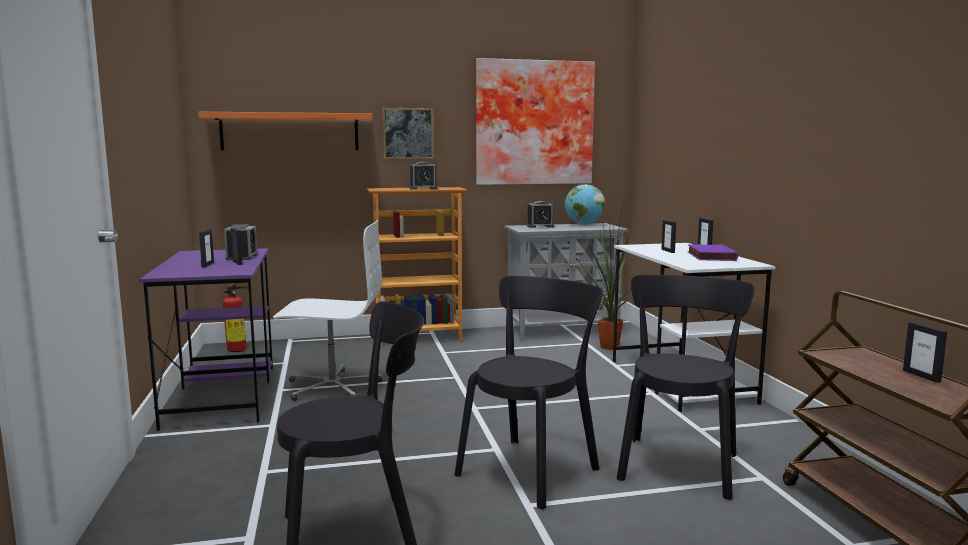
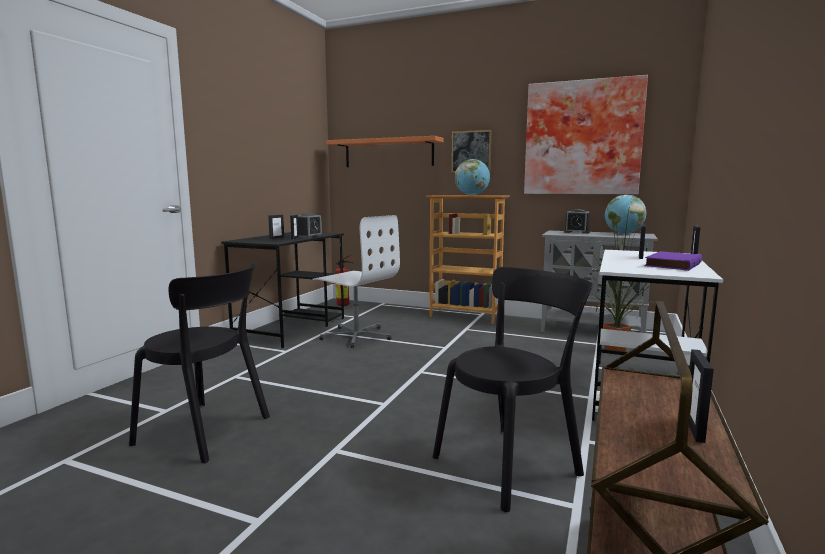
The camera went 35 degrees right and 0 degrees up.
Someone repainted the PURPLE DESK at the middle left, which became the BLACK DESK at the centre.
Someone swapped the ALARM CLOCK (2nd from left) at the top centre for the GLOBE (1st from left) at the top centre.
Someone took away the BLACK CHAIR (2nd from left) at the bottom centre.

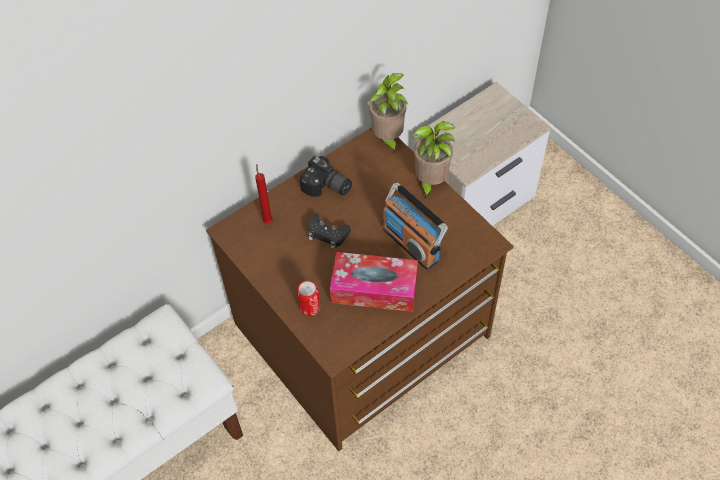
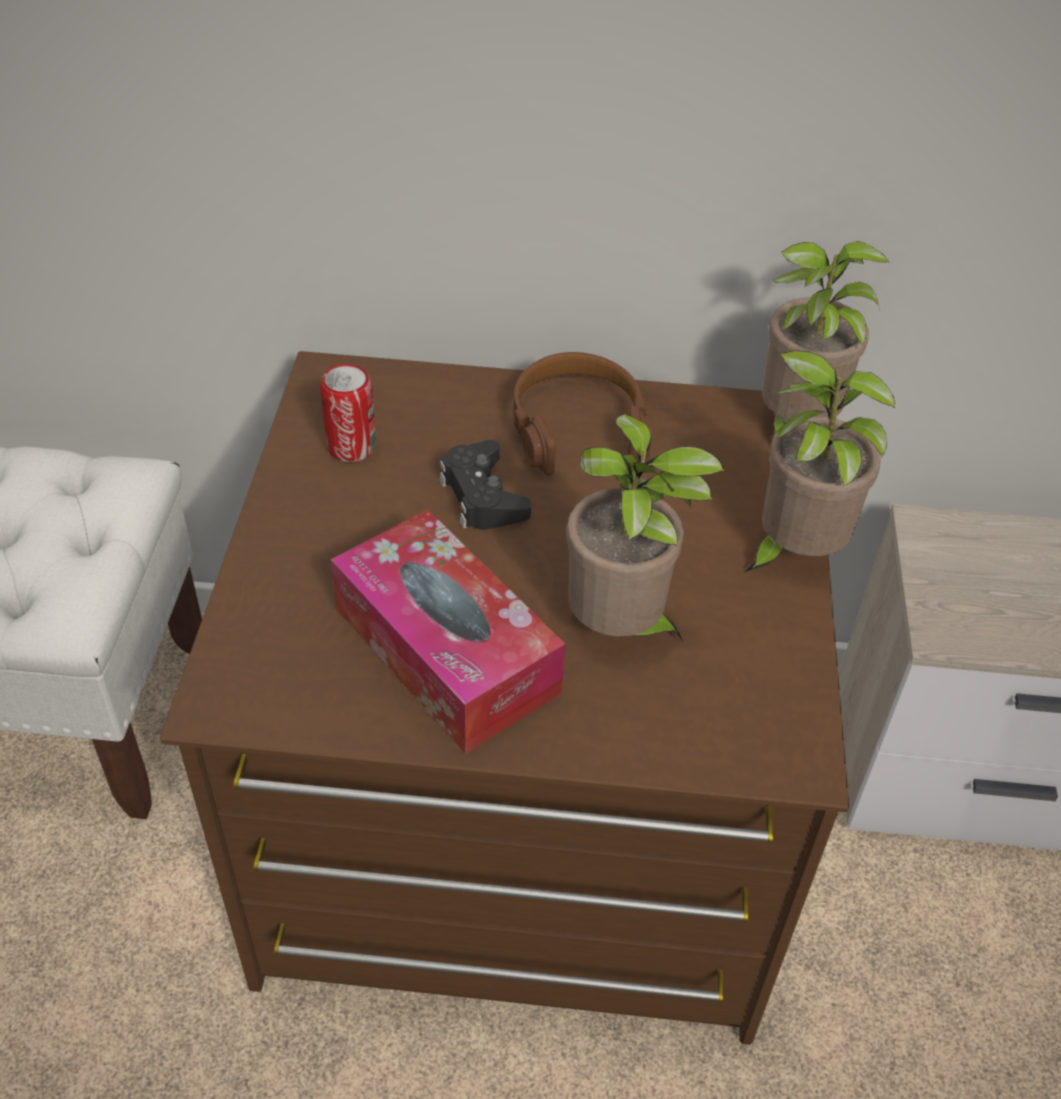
The camera went 40 degrees right and 10 degrees down.
Someone took away the RED CANDLE at the centre.
Someone carried the CAN from the centre to the middle left.
Someone swapped the PHOTO CAMERA at the centre for the BROWN HEADPHONES at the centre.
Someone swapped the RADIO at the centre for the POTTED PLANT (1st from left) at the centre.

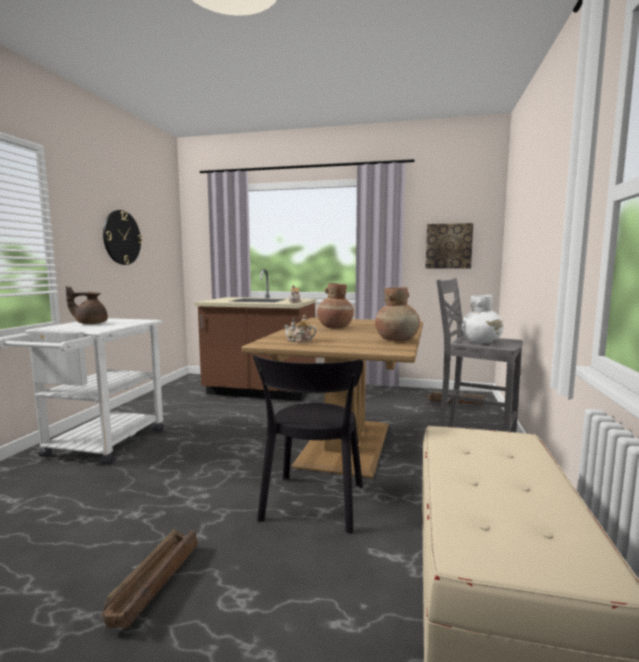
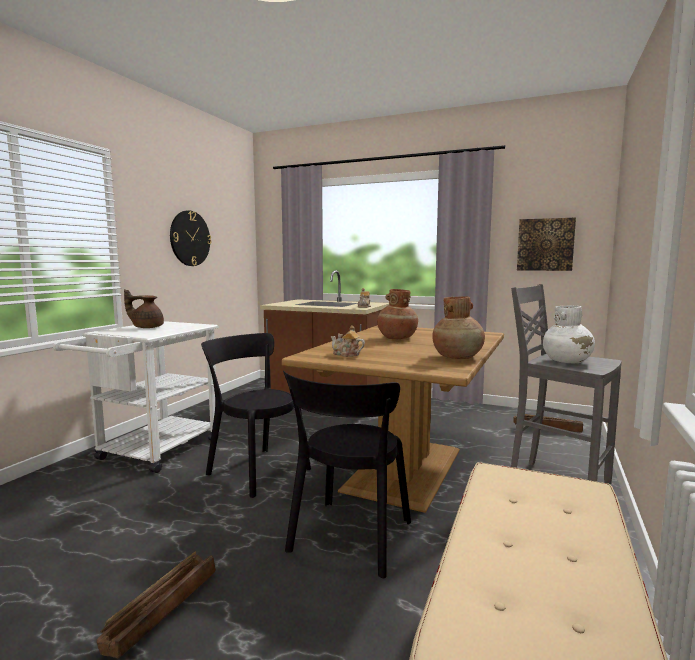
The camera went 10 degrees right and 0 degrees up.
Someone put down the BLACK CHAIR (1st from left) at the centre.

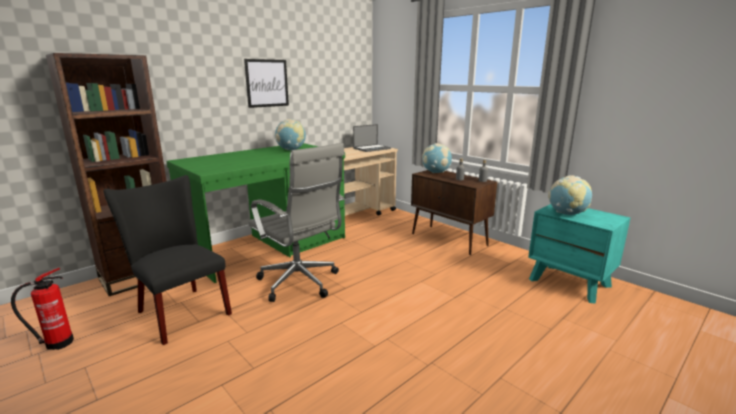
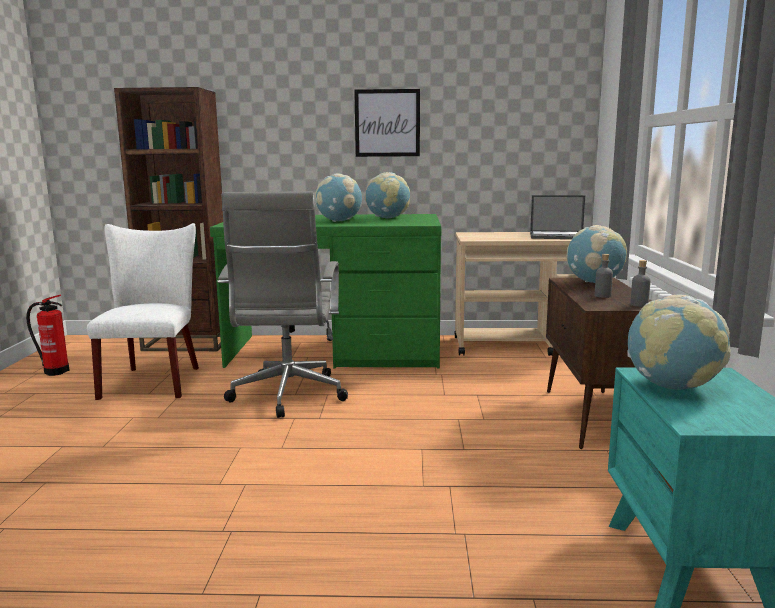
The camera went 45 degrees right and 5 degrees down.
Someone repainted the BLACK CHAIR at the middle left, which became the WHITE CHAIR at the middle left.
Someone put down the GLOBE (1st from left) at the top centre.

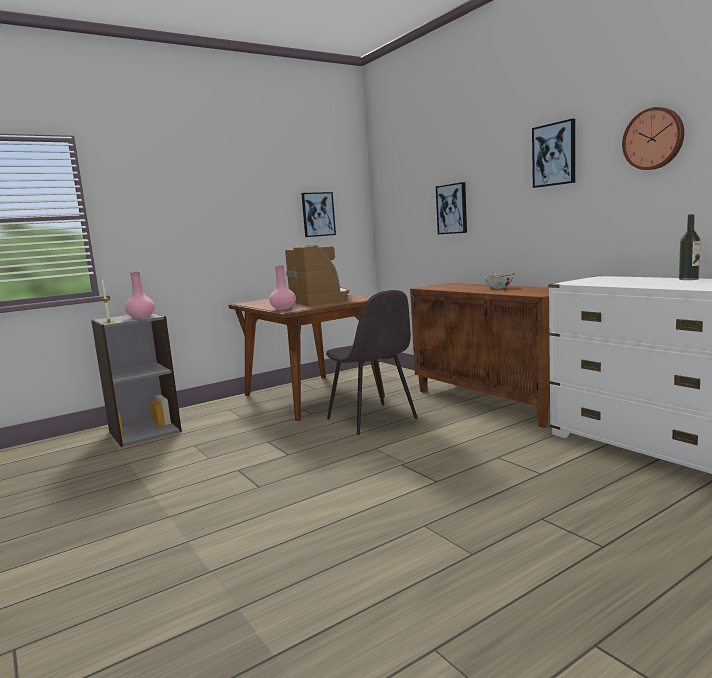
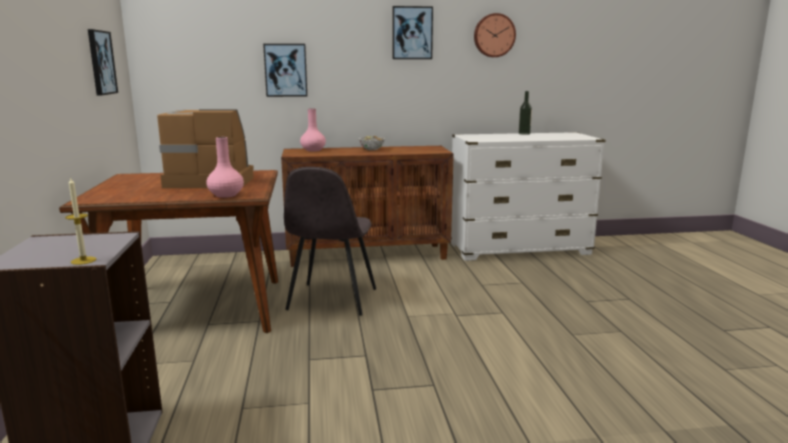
The camera went 65 degrees left and 5 degrees up.
Someone carried the PINK VASE (1st from left in the first image) from the middle left to the top centre.
Someone rotated the GREY CHAIR at the centre by 105 degrees clockwise.

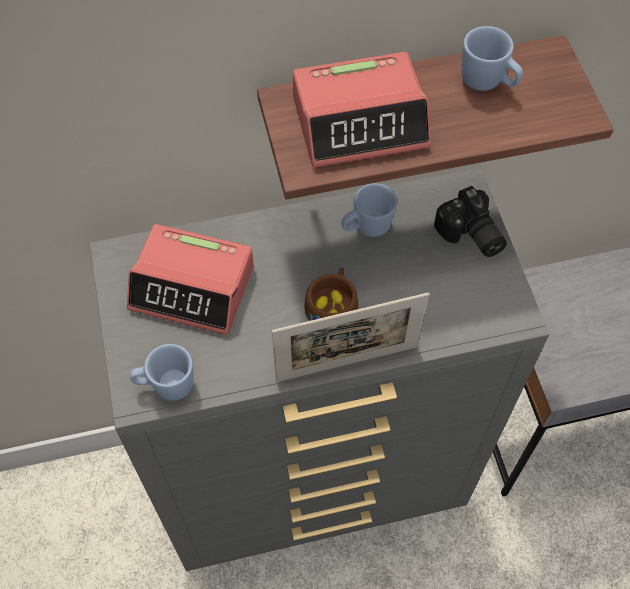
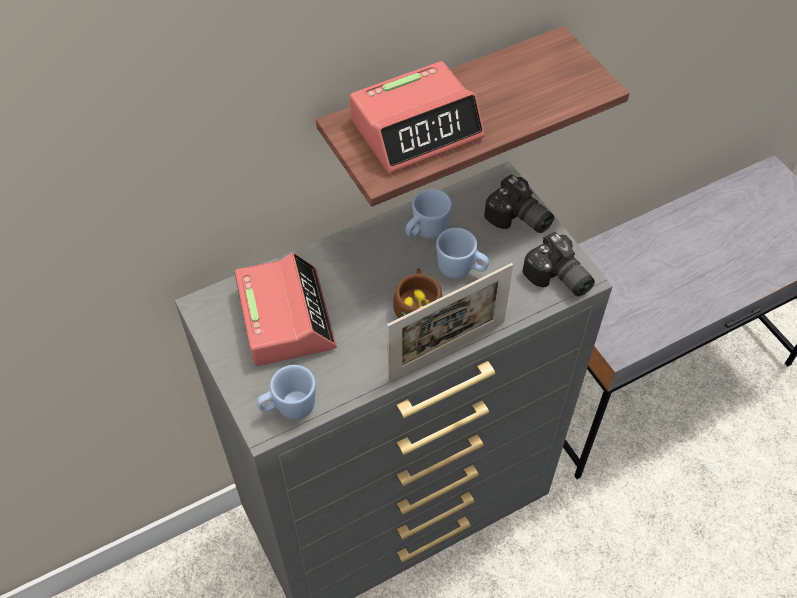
The camera went 15 degrees left and 5 degrees down.
Someone rotated the ALARM CLOCK (1st from left) at the middle left by 105 degrees counterclockwise.
Someone carried the BLUE MUG (3rd from left) from the top right to the centre.
Someone put down the PHOTO CAMERA (2nd from left) at the middle right.

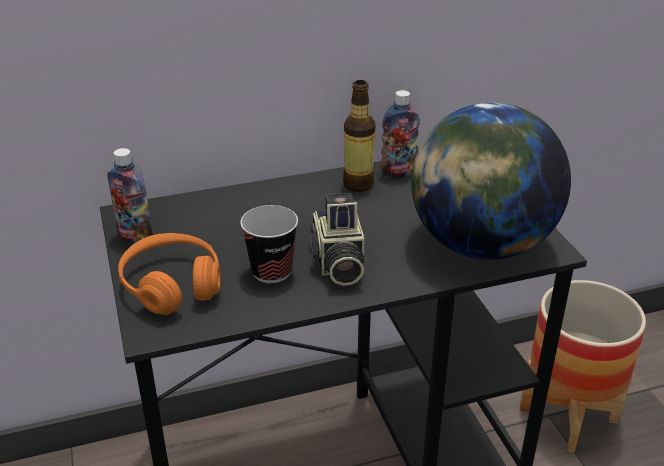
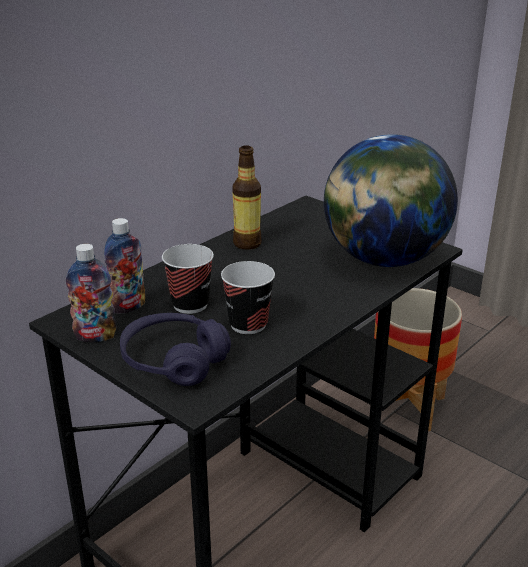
The camera went 30 degrees left and 5 degrees down.
Someone repainted the ORANGE HEADPHONES at the middle left, which became the PURPLE HEADPHONES at the middle left.
Someone took away the PHOTO CAMERA at the centre.
Someone carried the BOTTLE (3rd from left in the first image) from the top centre to the middle left.
Someone put down the CUP (1st from left) at the centre.

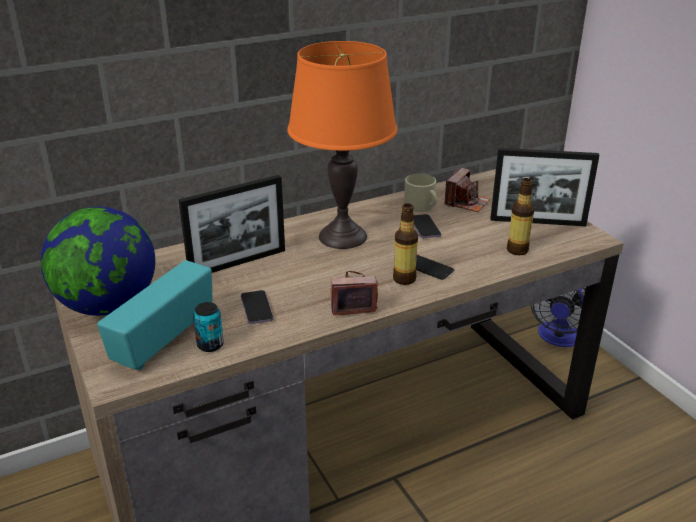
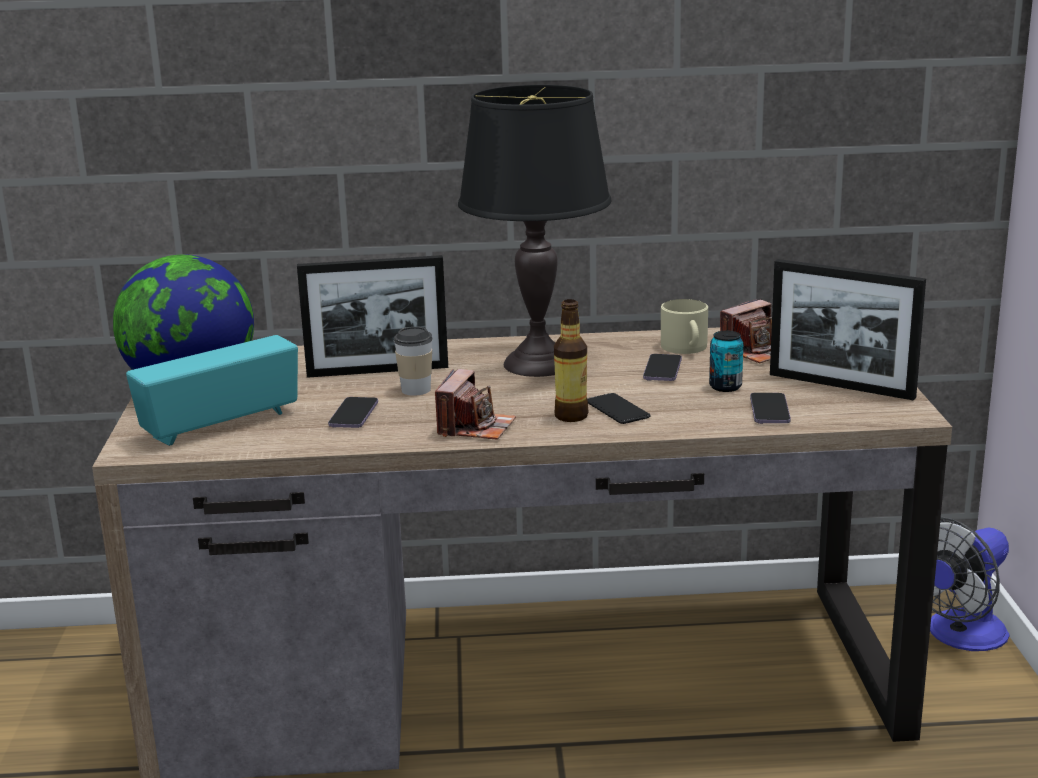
The camera went 25 degrees right and 10 degrees down.
Someone carried the CAN from the middle left to the middle right.
Someone repainted the ORANGE TABLE LAMP at the top centre, which became the BLACK TABLE LAMP at the top centre.
Someone rotated the PHOTO CAMERA (1st from left) at the centre by 90 degrees clockwise.
Someone swapped the BOTTLE (2nd from left) at the middle right for the PHONE (4th from left) at the middle right.
Someone put down the CUP at the centre.

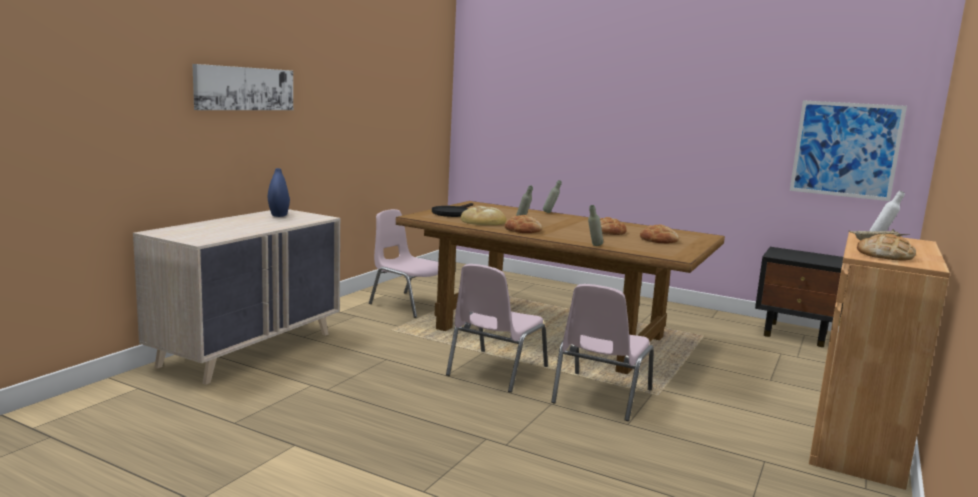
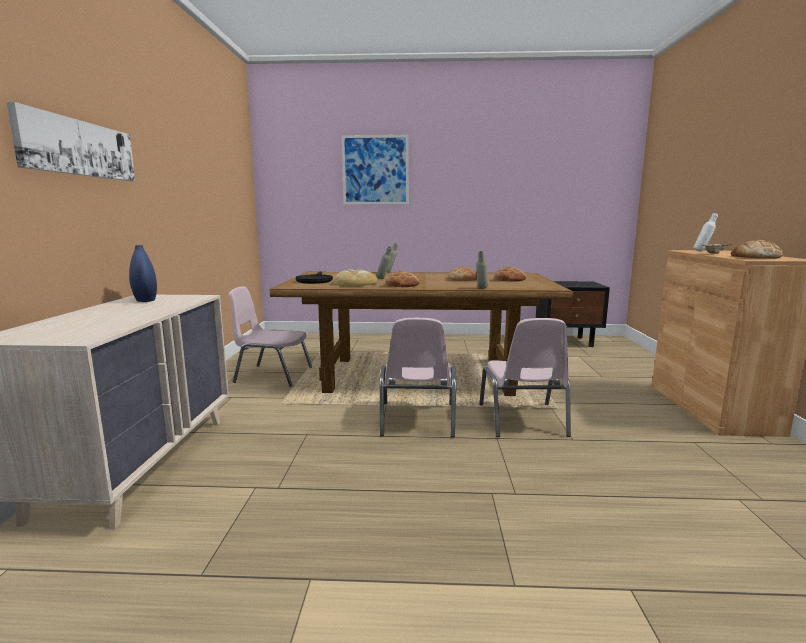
The camera went 25 degrees left and 0 degrees up.
Someone carried the PICTURE (2nd from left) from the top right to the top centre.

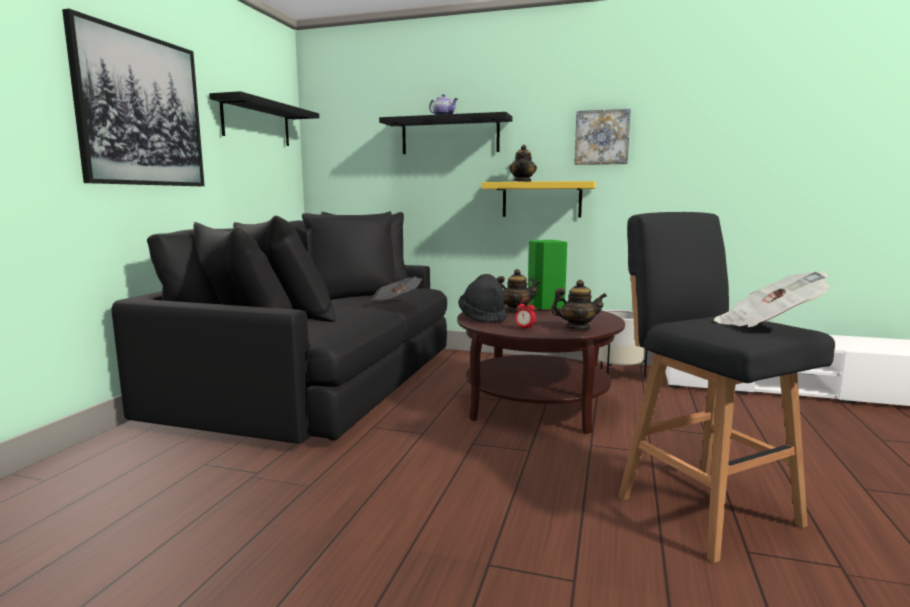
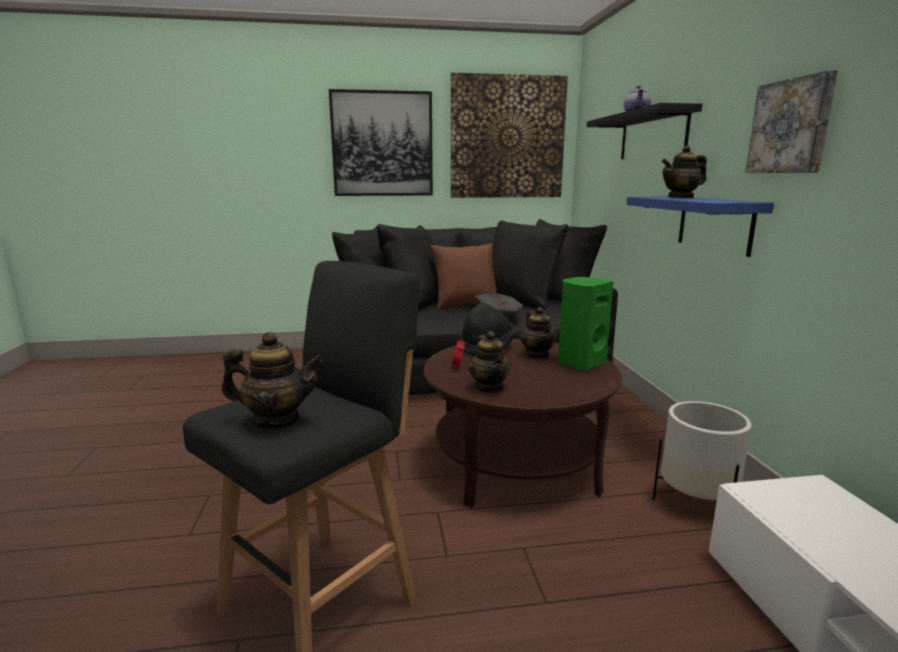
The camera went 65 degrees right and 5 degrees up.
Someone swapped the BLACK SHELF (1st from left) at the top left for the PICTURE (2nd from left) at the top centre.
Someone repainted the YELLOW SHELF at the top centre, which became the BLUE SHELF at the middle right.
Someone swapped the NEWSPAPER (2nd from left) at the middle right for the TEAPOT (1st from left) at the middle left.
Someone put down the BROWN PILLOW at the centre.

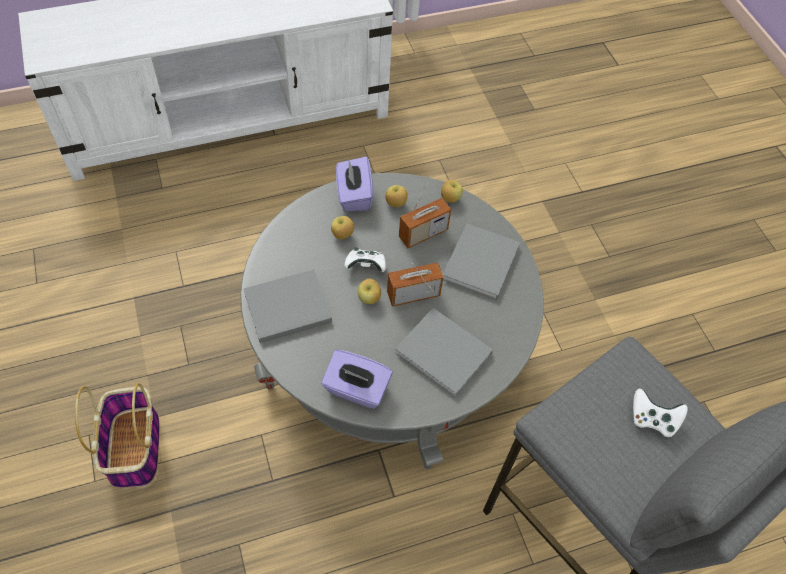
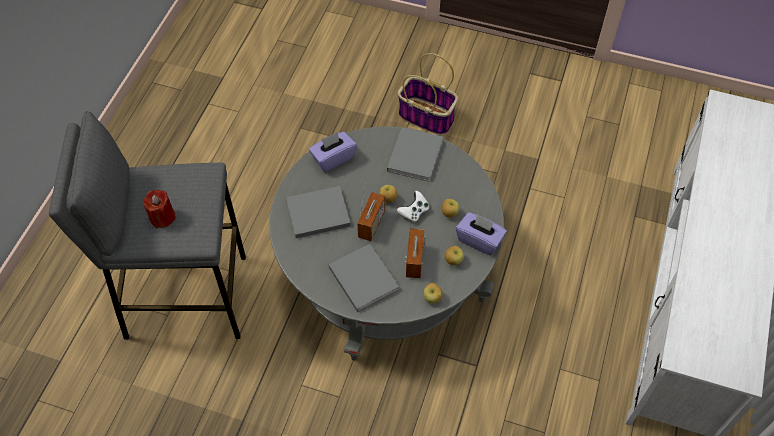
The camera went 130 degrees right and 0 degrees up.
Someone swapped the WHITE GAME CONTROLLER (2nd from left) at the bottom right for the RED CANDLE at the middle left.

